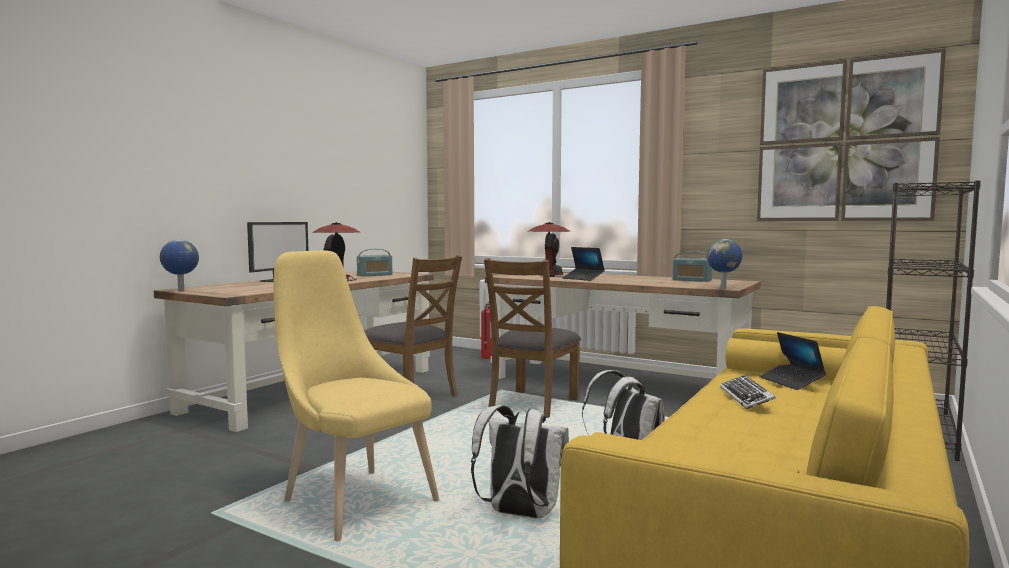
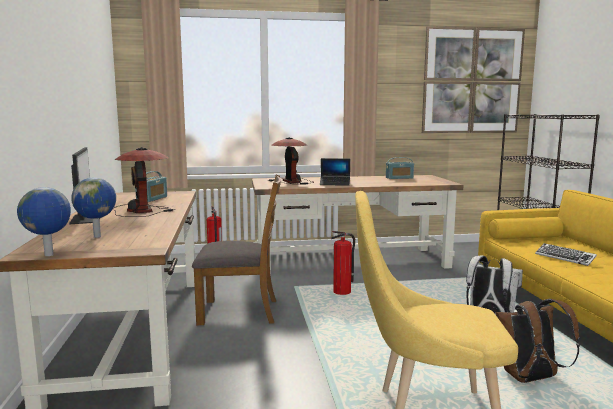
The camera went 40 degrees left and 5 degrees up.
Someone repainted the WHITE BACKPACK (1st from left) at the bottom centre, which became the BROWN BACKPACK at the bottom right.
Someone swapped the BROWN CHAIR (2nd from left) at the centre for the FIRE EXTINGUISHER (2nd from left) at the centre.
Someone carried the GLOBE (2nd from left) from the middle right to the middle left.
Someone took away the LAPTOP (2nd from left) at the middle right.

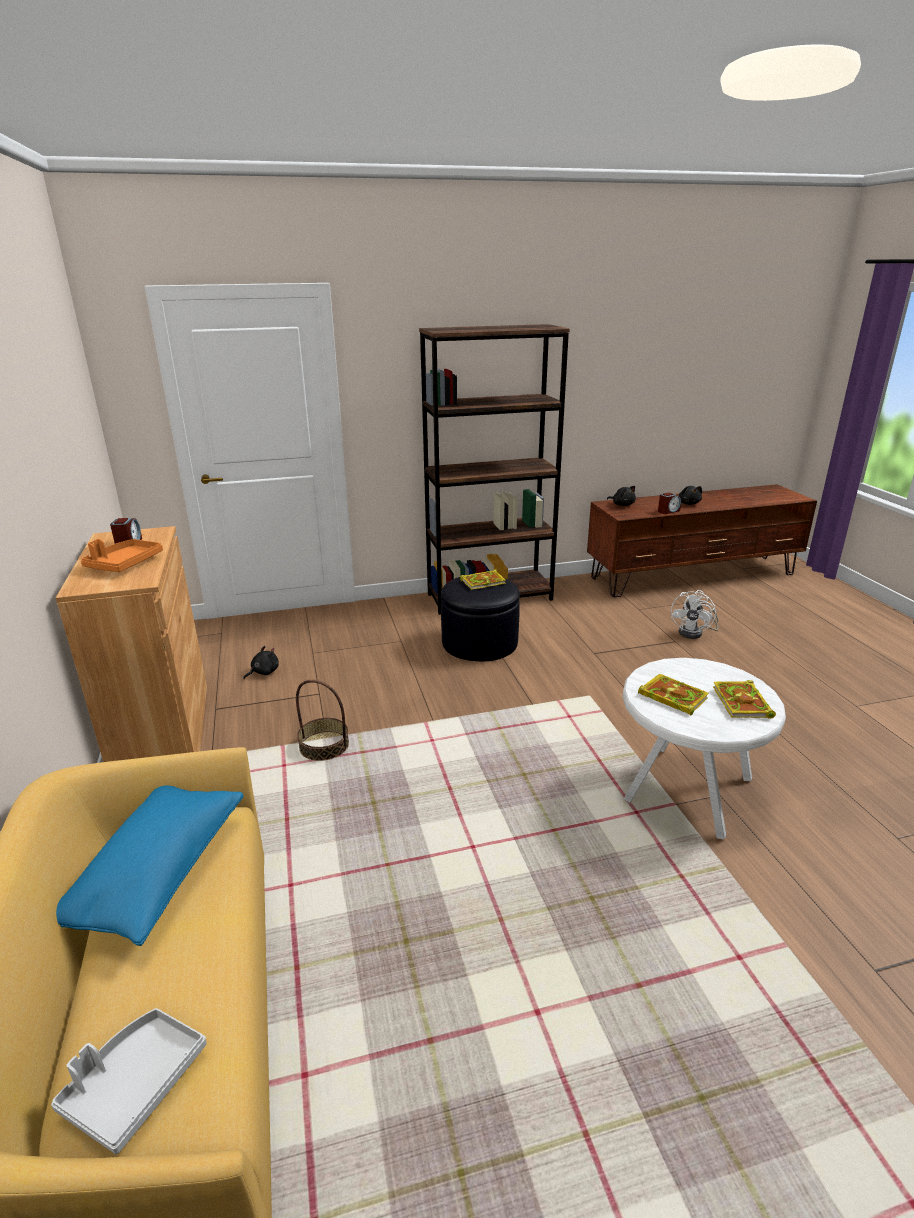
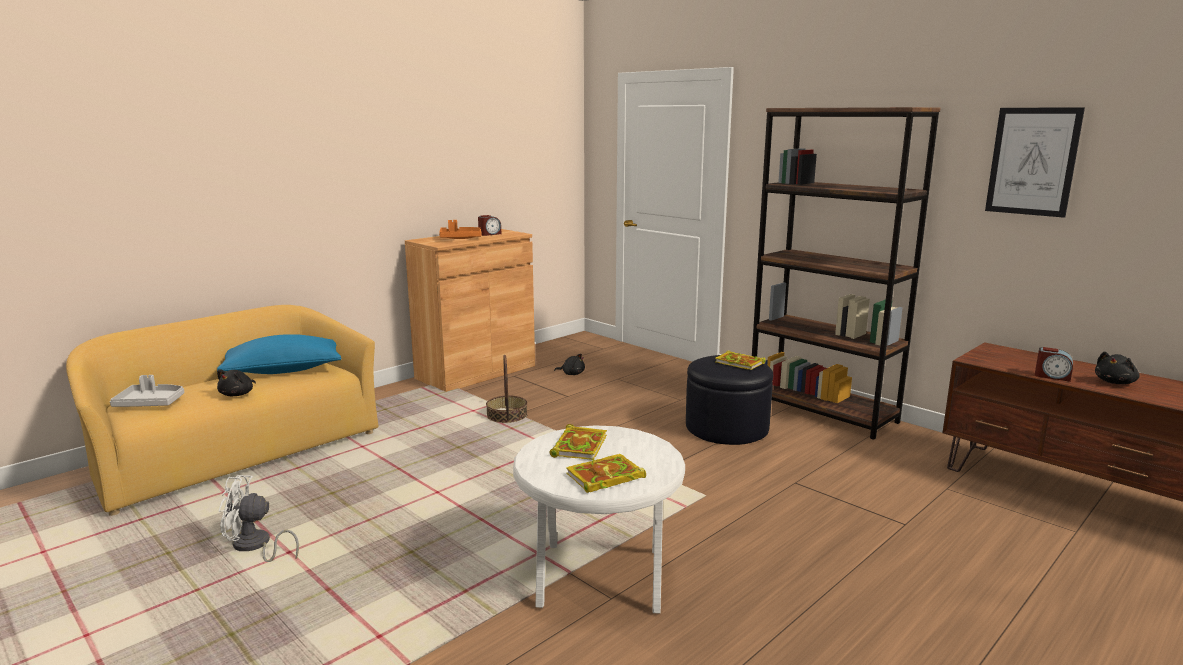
The camera went 60 degrees right and 10 degrees down.
Someone carried the BLACK PLUSH TOY (2nd from left in the first image) from the middle right to the middle left.
Someone carried the WHITE FAN from the middle right to the bottom left.
Someone put up the PICTURE at the top right.

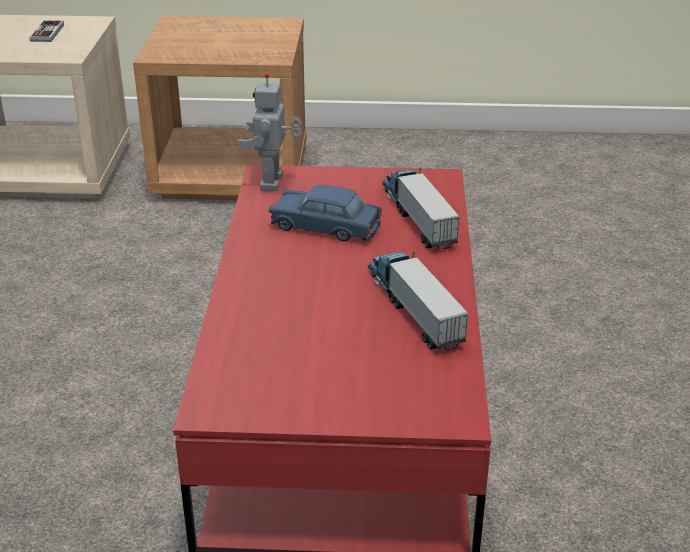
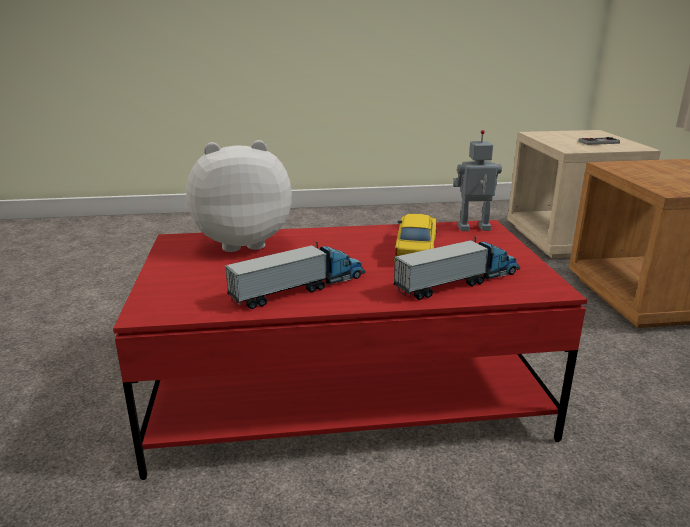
The camera went 80 degrees right and 10 degrees down.
Someone repainted the BLUE TOY CAR at the centre, which became the YELLOW TOY CAR at the centre.
Someone put down the PLUSH TOY at the centre.

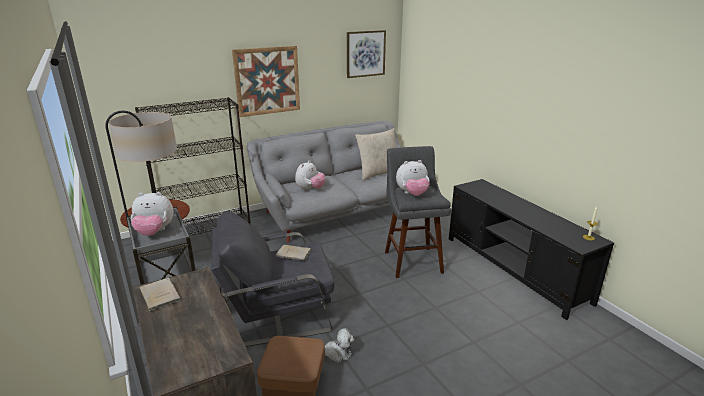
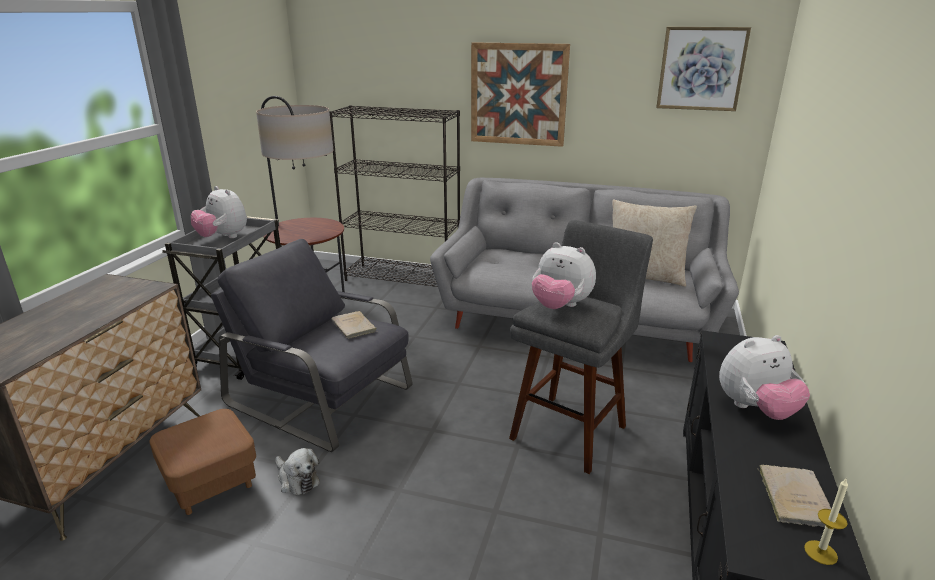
The camera went 45 degrees right and 0 degrees up.
Someone carried the BEIGE BOOK (1st from left in the first image) from the bottom left to the bottom right.
Someone carried the PLUSH TOY (2nd from left in the first image) from the centre to the middle right.

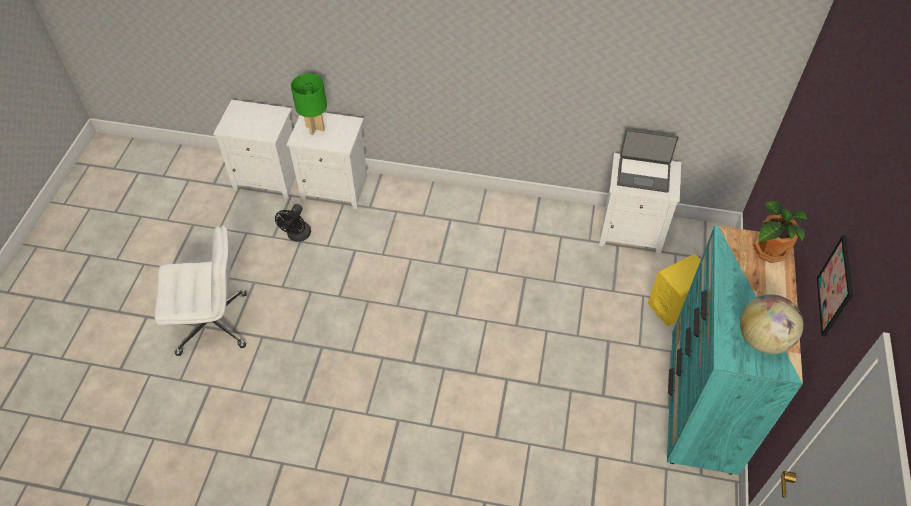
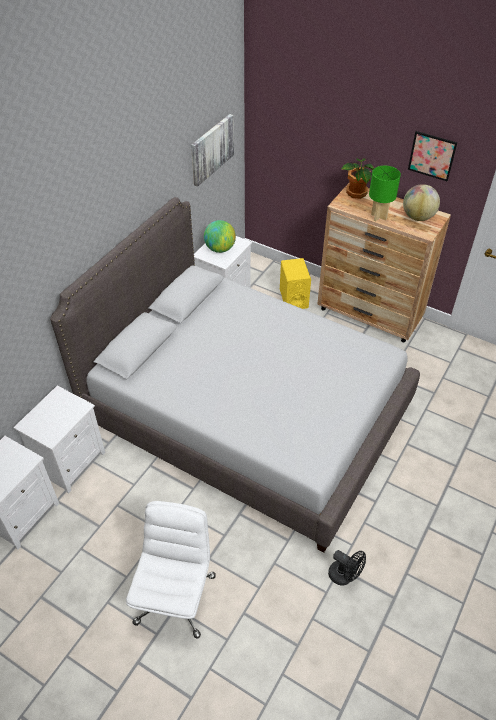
The camera went 70 degrees left and 5 degrees down.
Someone carried the BLACK FAN from the middle left to the bottom right.
Someone carried the GREEN TABLE LAMP from the top centre to the top right.
Someone swapped the LAPTOP at the top right for the GLOBE (1st from left) at the top centre.
Someone repainted the TURQUOISE DRESSER at the bottom right, which became the BROWN DRESSER at the middle right.
Someone put down the GREY BED at the centre.
Someone put up the PICTURE (1st from left) at the top centre.

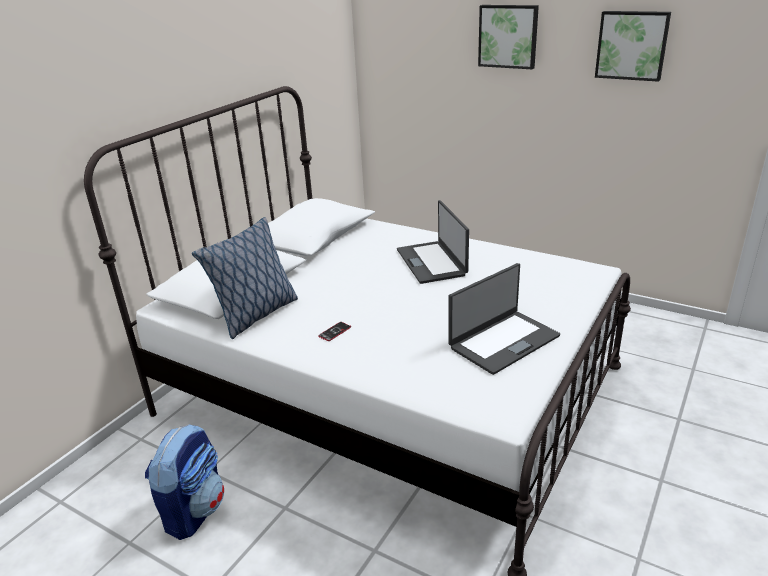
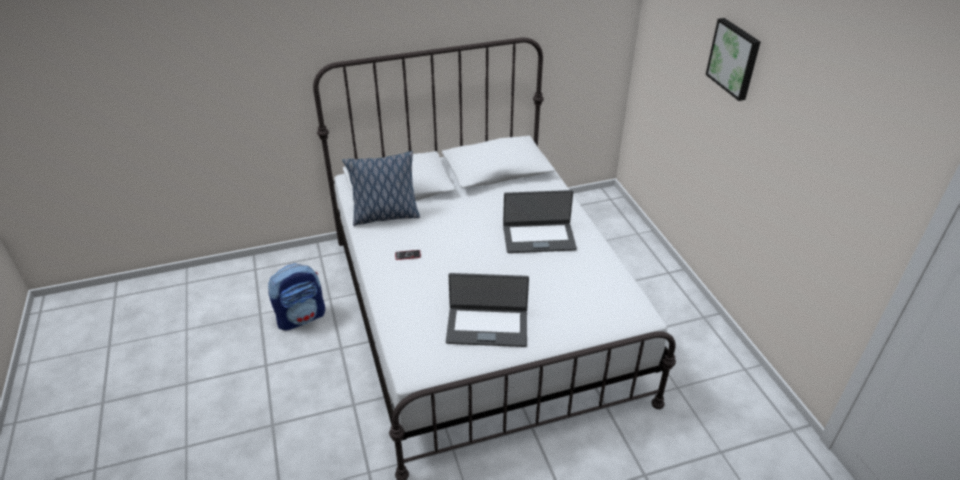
The camera went 40 degrees right and 10 degrees up.
Someone rotated the LAPTOP (1st from left in the first image) at the centre by 120 degrees counterclockwise.
Someone took away the PICTURE (2nd from left) at the top right.

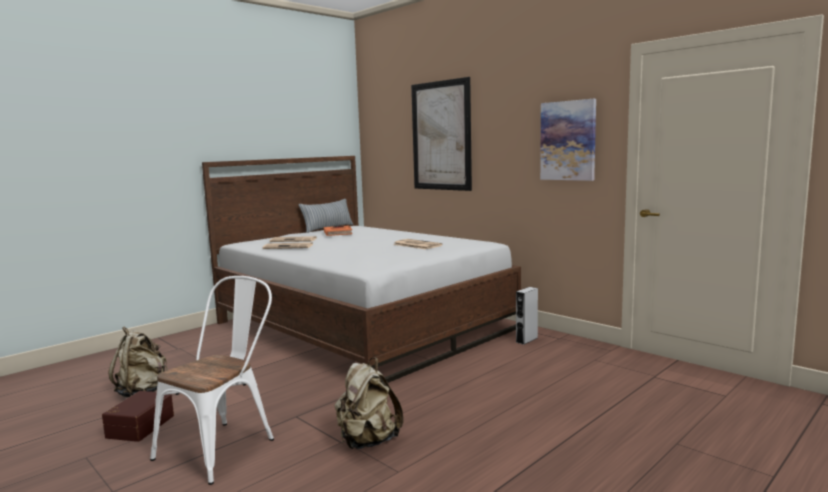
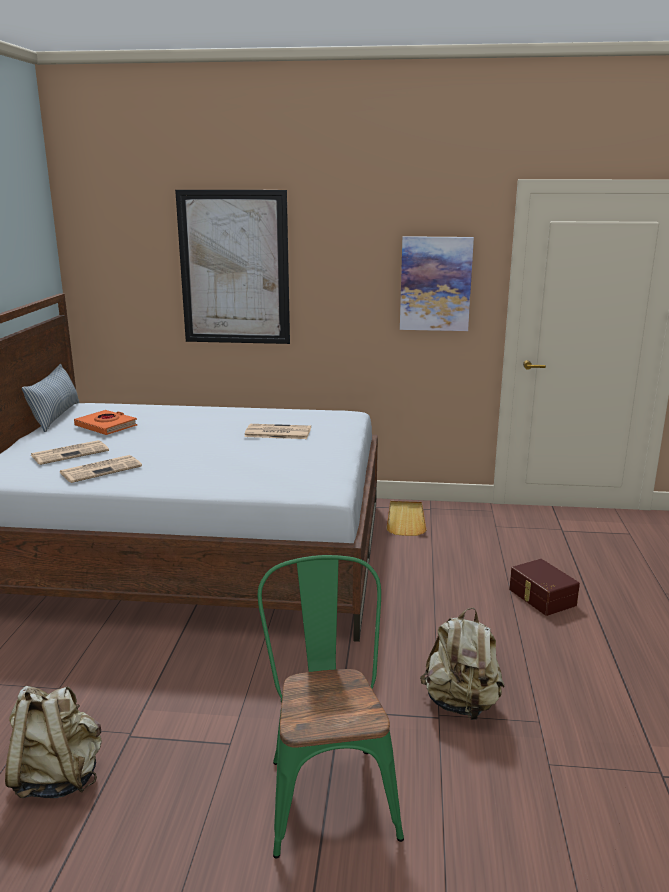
The camera went 40 degrees left and 10 degrees up.
Someone carried the BROWN STORAGE BOX from the bottom left to the middle right.
Someone repainted the WHITE CHAIR at the bottom left, which became the GREEN CHAIR at the bottom centre.
Someone swapped the GREY SPEAKER at the centre for the BEIGE TRAY at the centre.

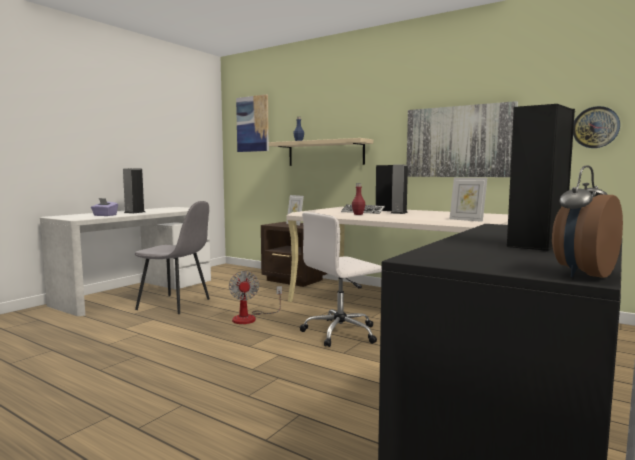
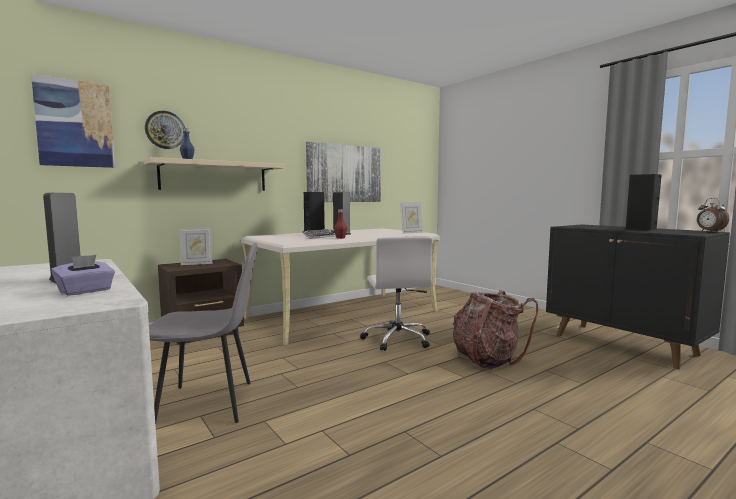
The camera went 70 degrees left and 0 degrees up.
Someone rotated the GREY CHAIR at the middle left by 45 degrees clockwise.
Someone took away the FAN at the centre.
Someone carried the WALL CLOCK from the top right to the top left.
Someone put down the BACKPACK at the middle right.

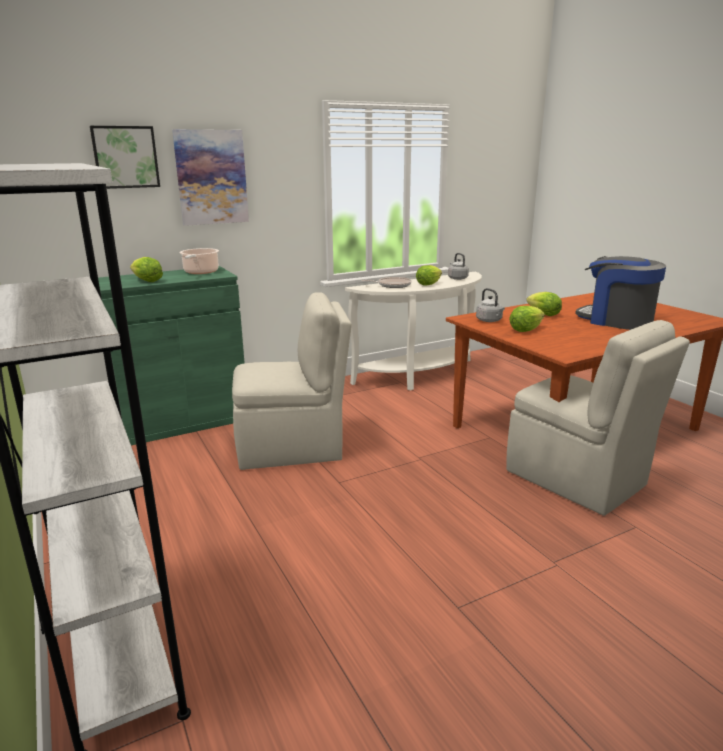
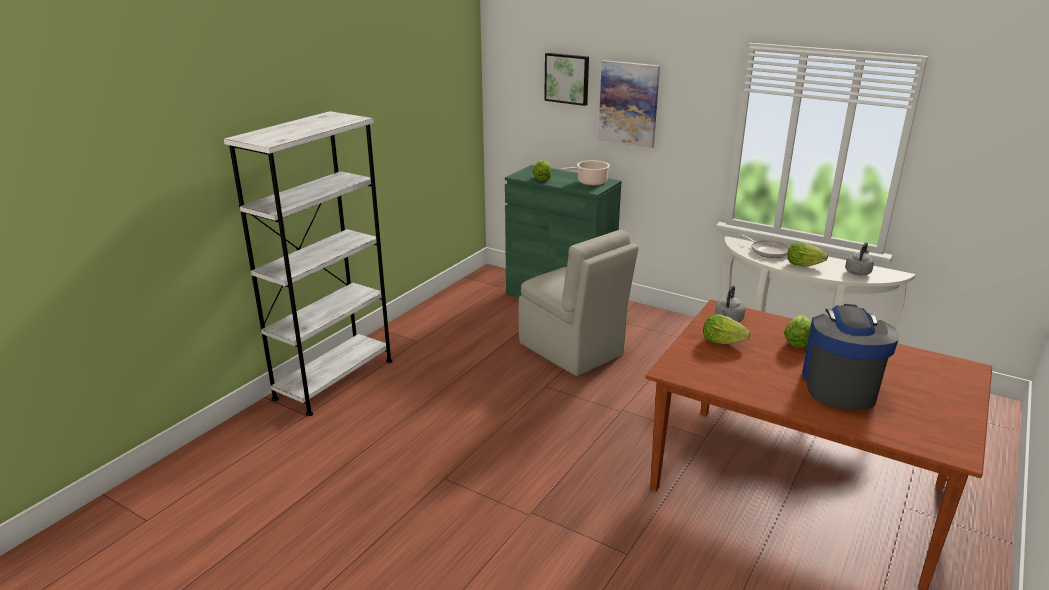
The camera went 60 degrees right and 5 degrees up.
Someone took away the BEIGE CHAIR (2nd from left) at the middle right.

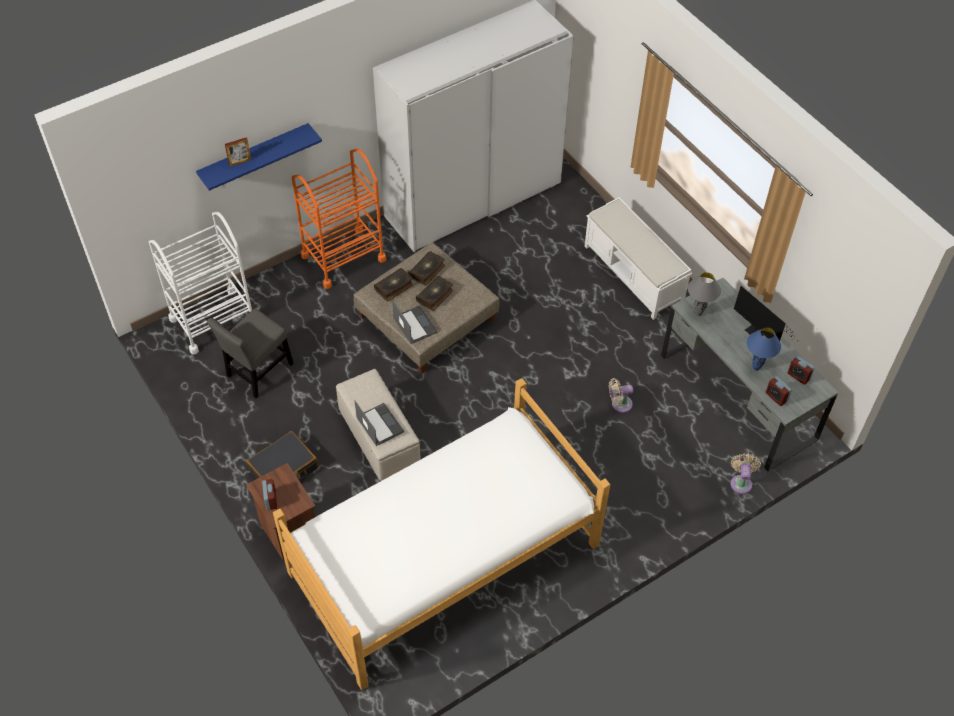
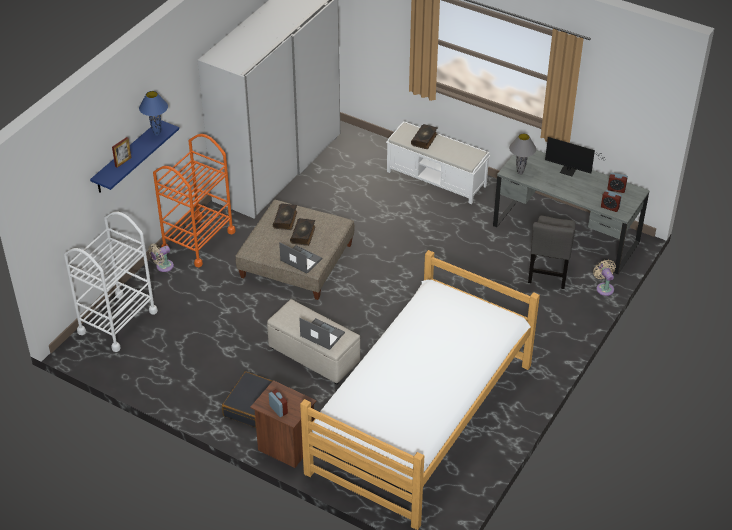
The camera went 25 degrees left and 10 degrees down.
Someone carried the GREY CHAIR from the middle left to the middle right.
Someone carried the BOOK (1st from left in the first image) from the centre to the top centre.
Someone carried the BEIGE FAN (1st from left) from the centre to the middle left.
Someone carried the BLUE TABLE LAMP from the middle right to the top left.

